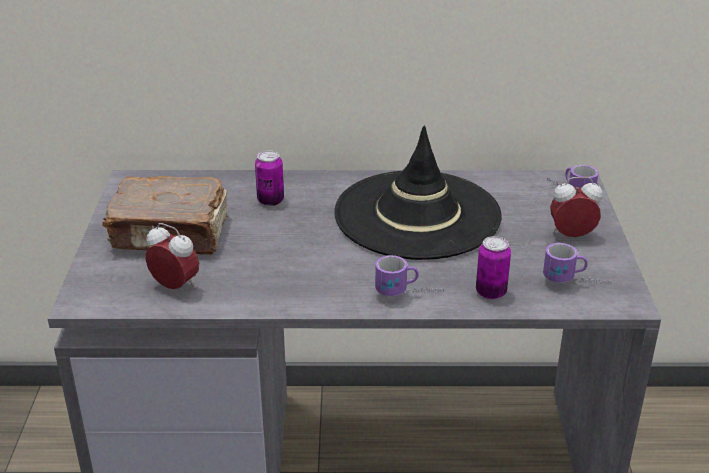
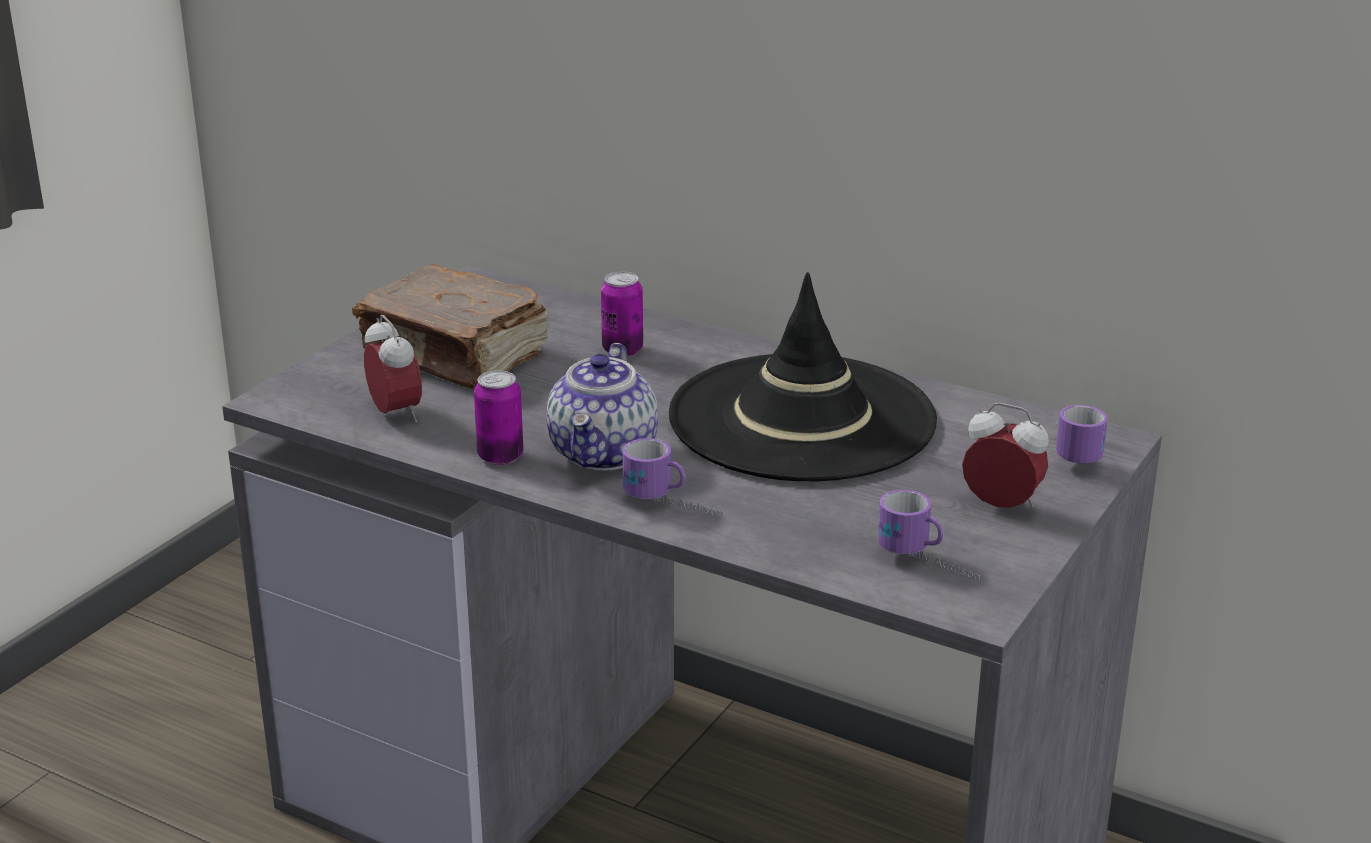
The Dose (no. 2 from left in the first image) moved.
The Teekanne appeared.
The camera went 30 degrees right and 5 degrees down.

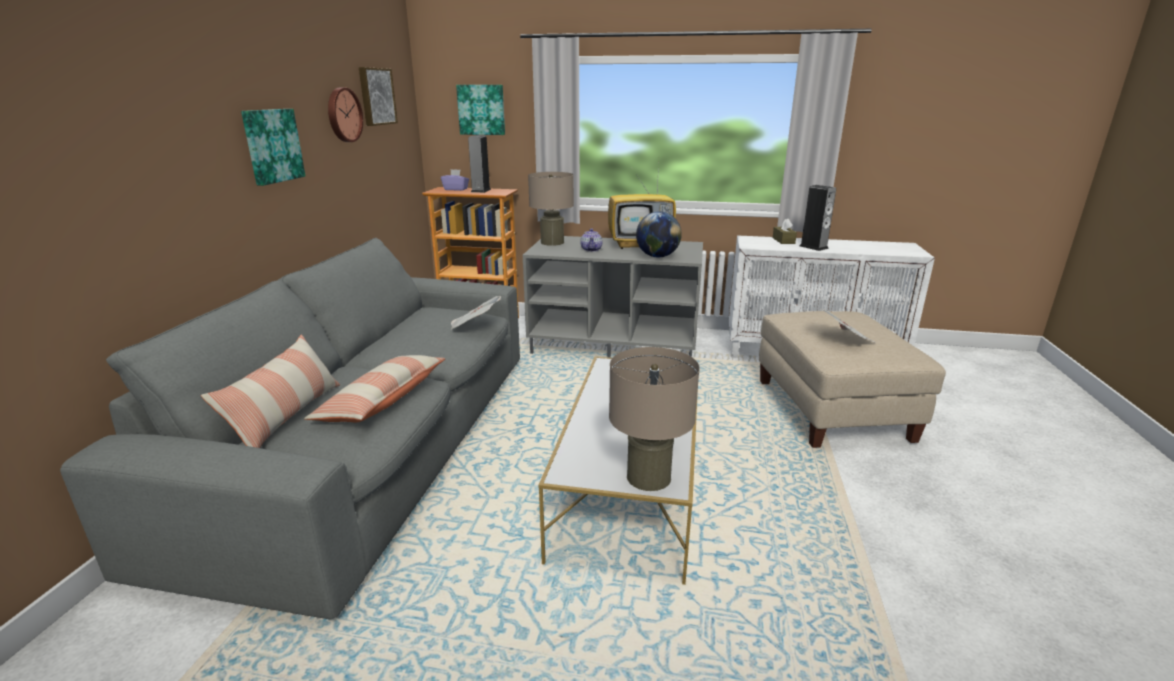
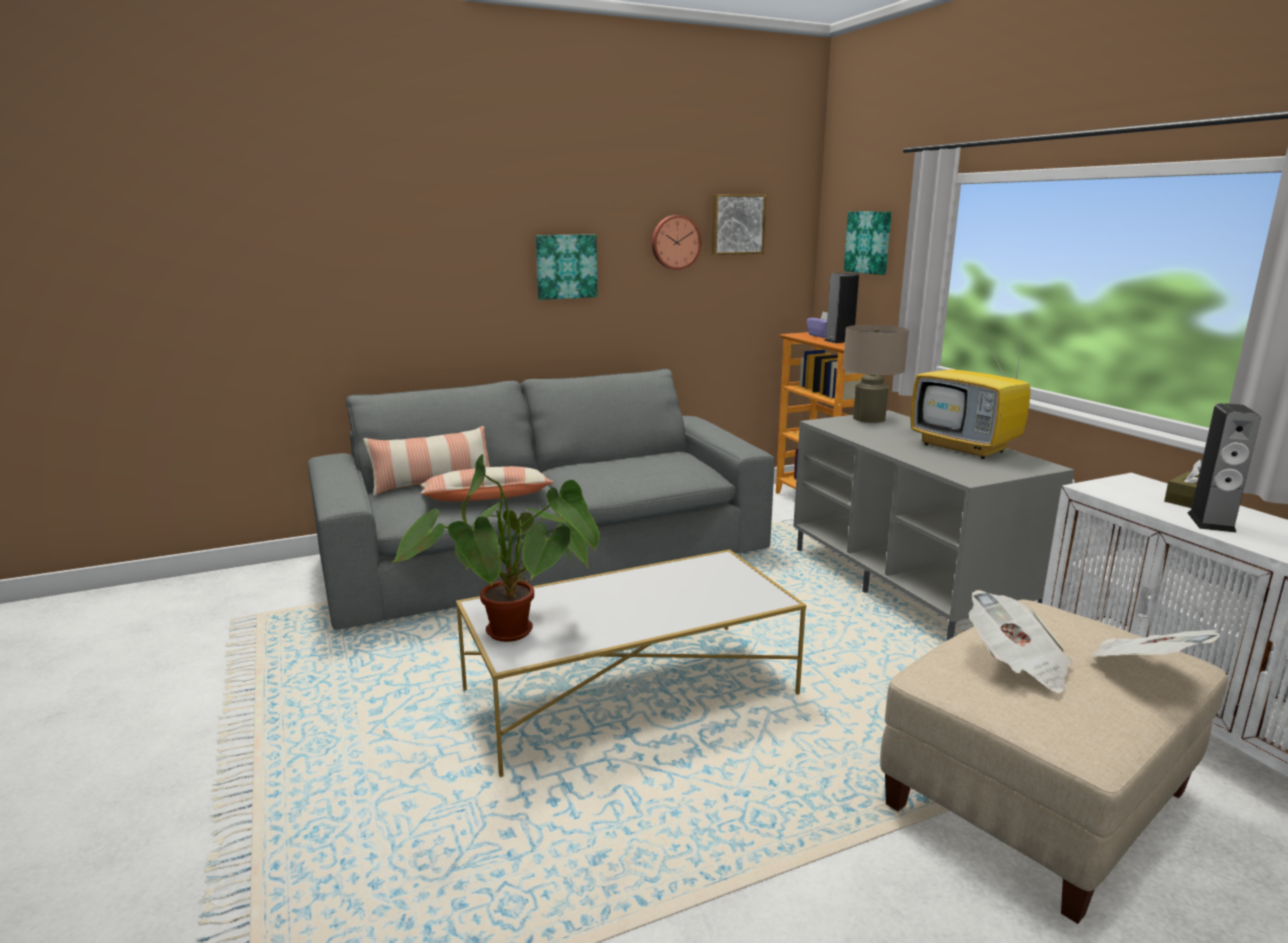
The Globus disappeared.
The Teekanne disappeared.
The Zeitung (no. 1 from left in the first image) moved.
The Tischlampe (beige) (no. 2 from left) was replaced by the Topfpflanze.
The camera went 55 degrees right and 5 degrees down.

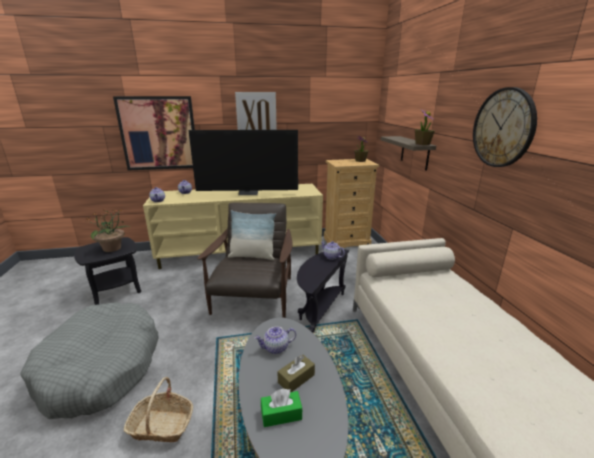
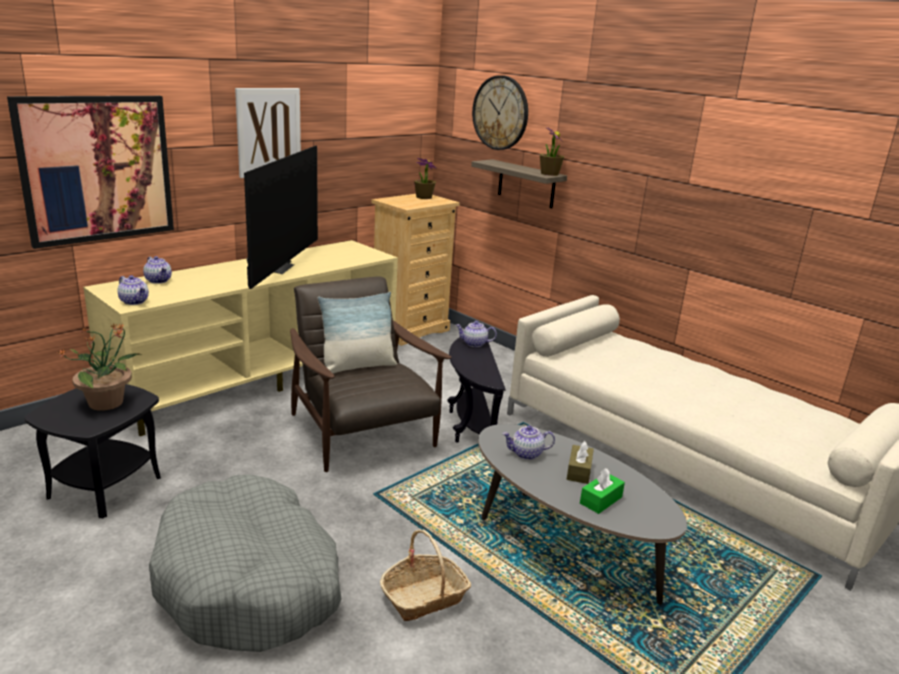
The Wanduhr moved.
The Fernseher turned 45 degrees counterclockwise.
The Teekanne (no. 3 from left in the first image) turned 45 degrees clockwise.
The camera went 35 degrees left and 0 degrees up.

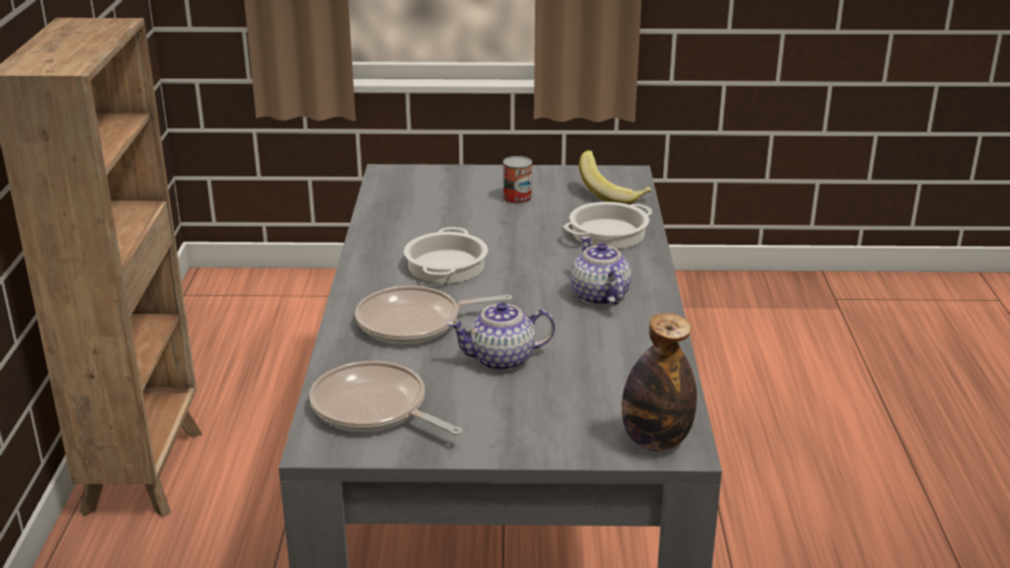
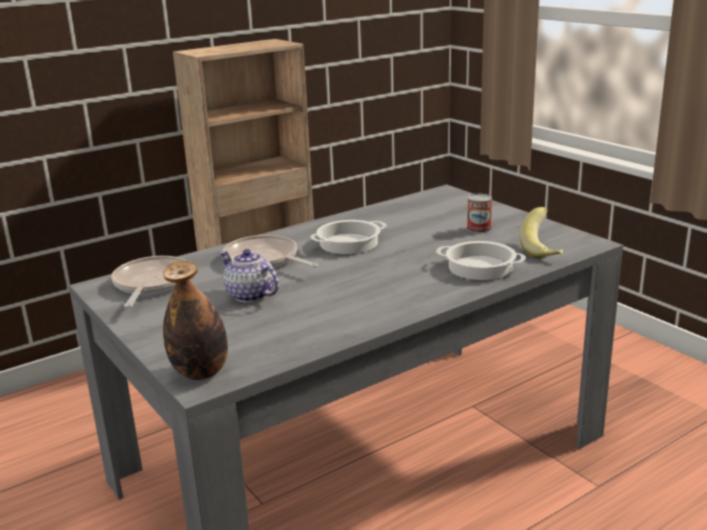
The Teekanne (no. 2 from left) disappeared.
The camera went 55 degrees right and 5 degrees down.

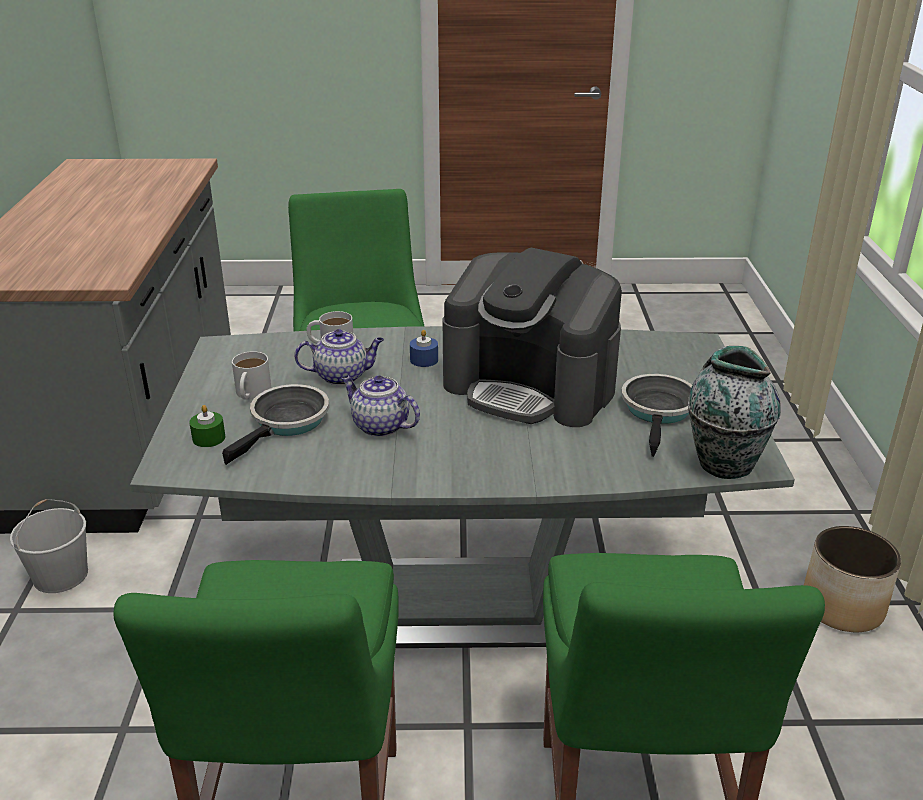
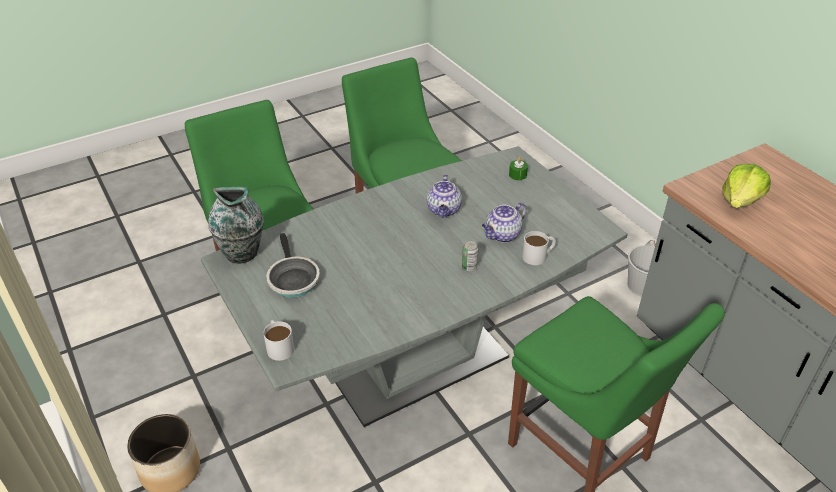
The Kaffeemaschine disappeared.
The Kerze (blau) was replaced by the Dose.
The Henkelbecher (weiß) (no. 1 from left) moved.
The Teekanne (no. 2 from left in the first image) turned 90 degrees clockwise.
The Pfanne (no. 1 from left) disappeared.
The Salatkopf appeared.
The camera went 150 degrees right and 10 degrees up.

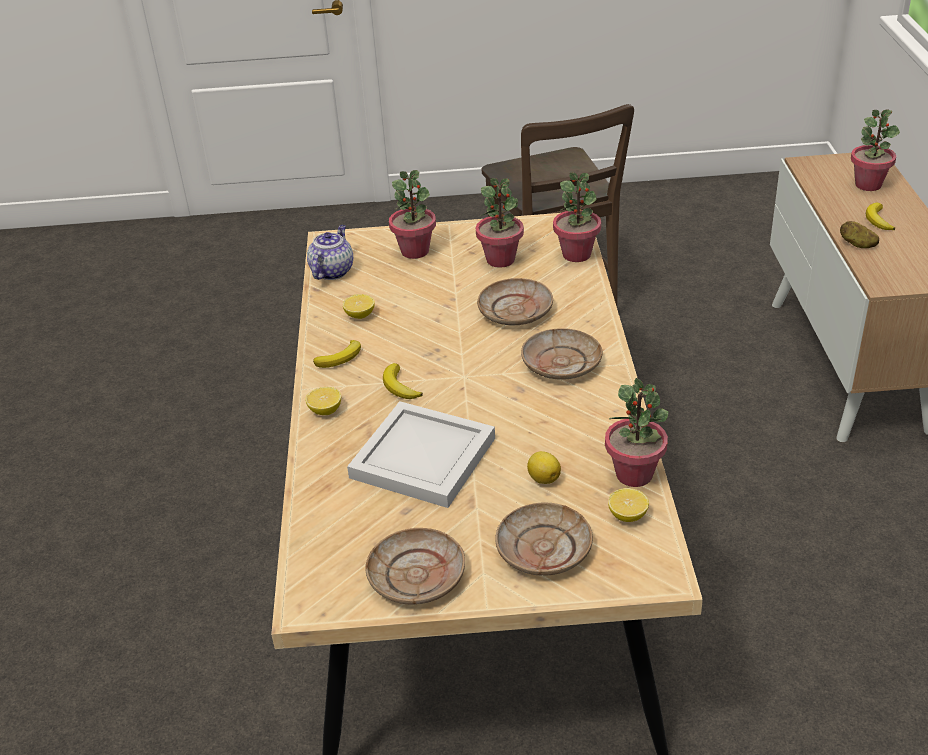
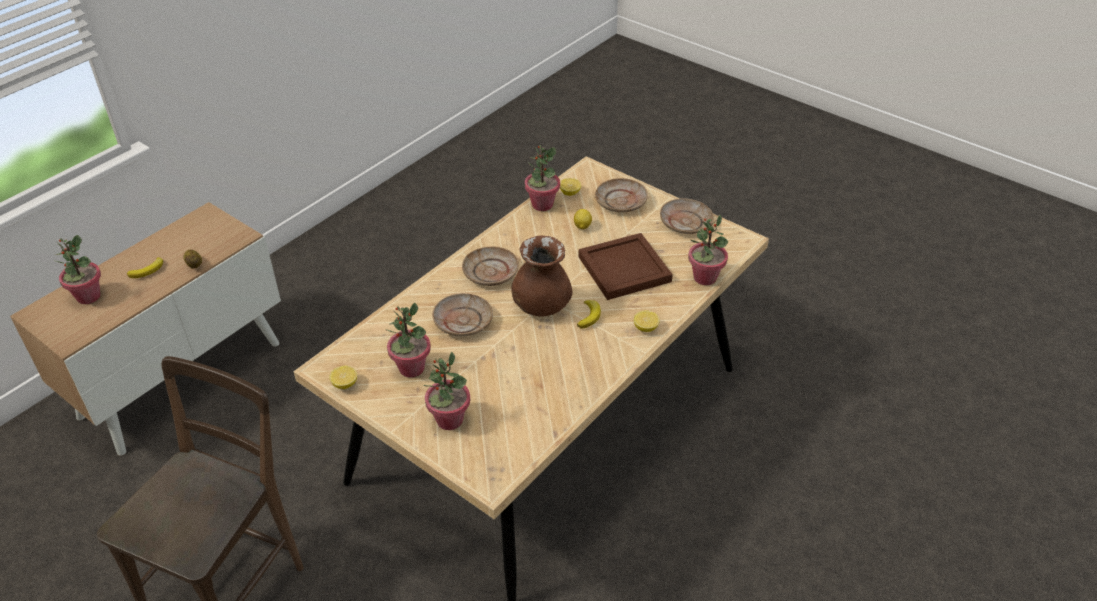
The Topfpflanze (no. 3 from left in the first image) moved.
The Teekanne disappeared.
The Zitrone (no. 2 from left in the first image) moved.
The Banane (no. 1 from left) disappeared.
The Tablett (weiß) became the Tablett (braun).
The Vase (braun) appeared.
The camera went 140 degrees left and 5 degrees up.

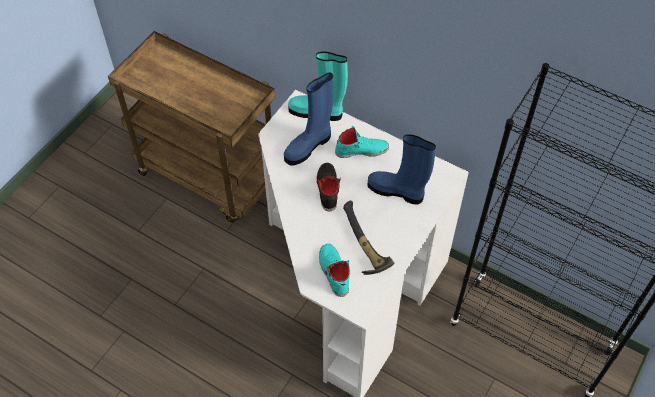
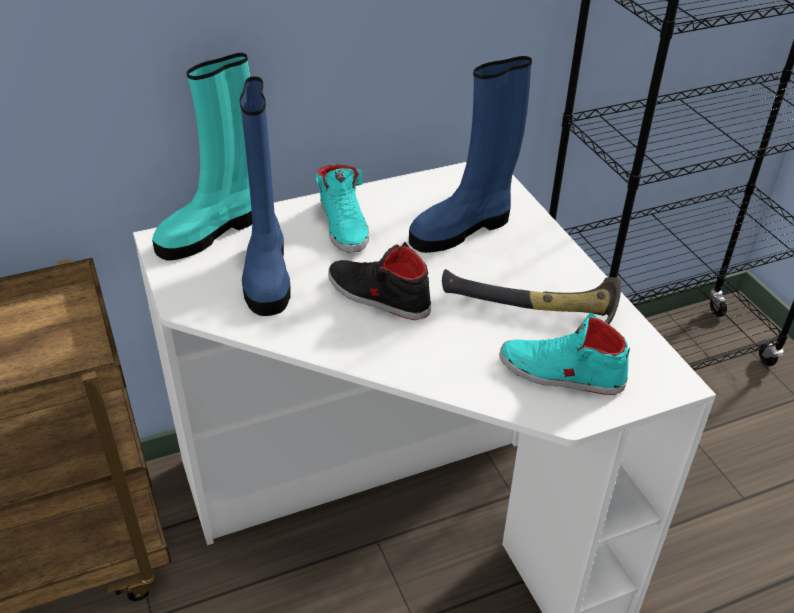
The Schuh (türkis) (no. 2 from left in the first image) turned 135 degrees clockwise.
The camera went 55 degrees left and 15 degrees down.

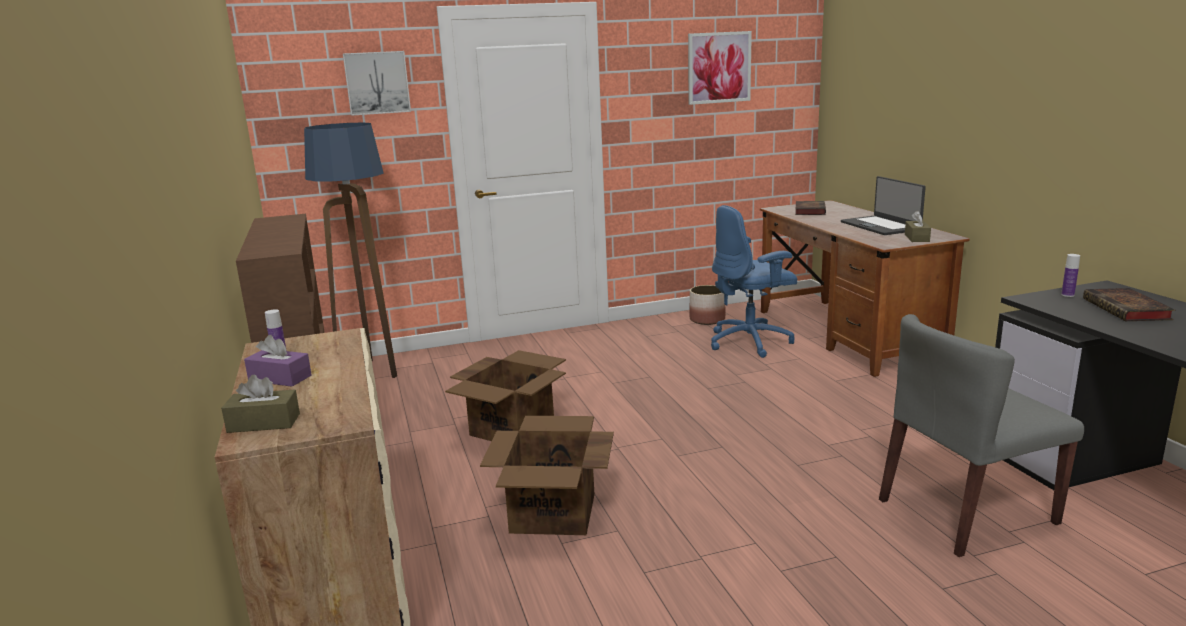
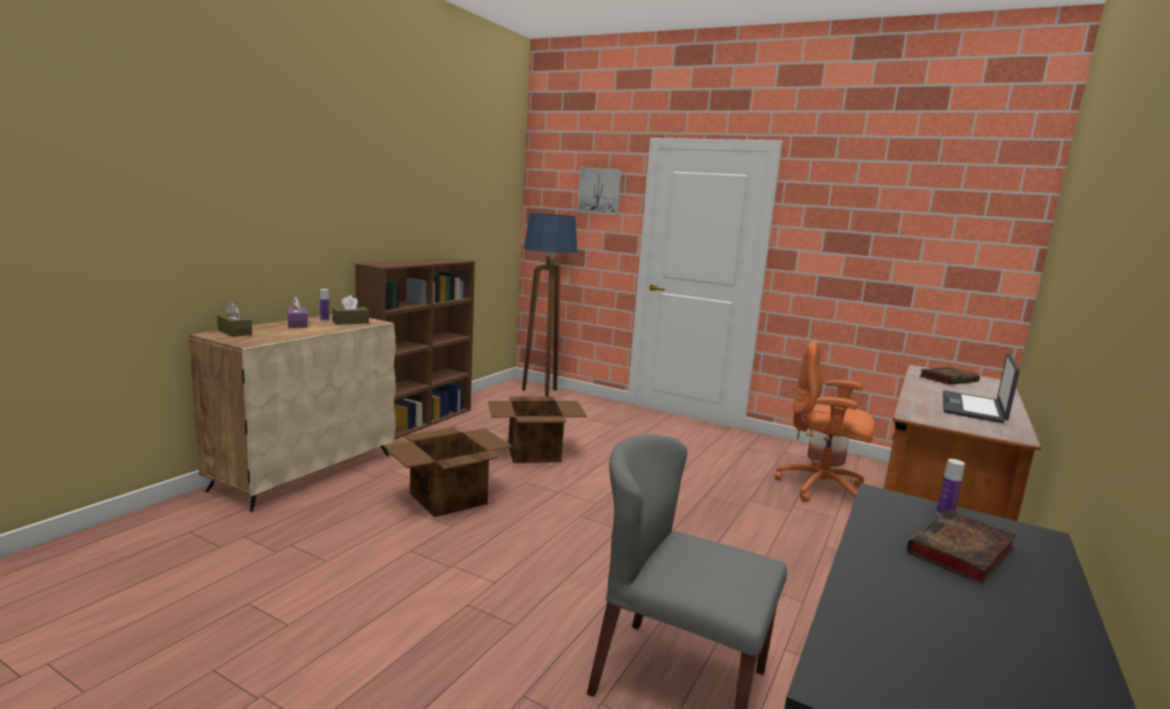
The Bild (no. 2 from left) disappeared.
The Bürostuhl (blau) became the Bürostuhl (orange).
The Taschentuchbox (braun) (no. 2 from left) moved.
The camera went 45 degrees right and 5 degrees down.

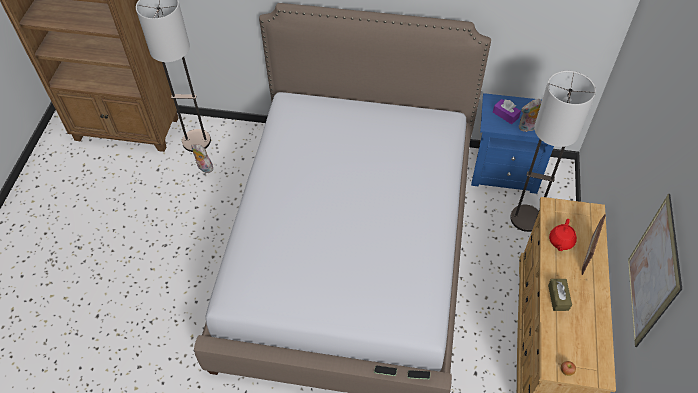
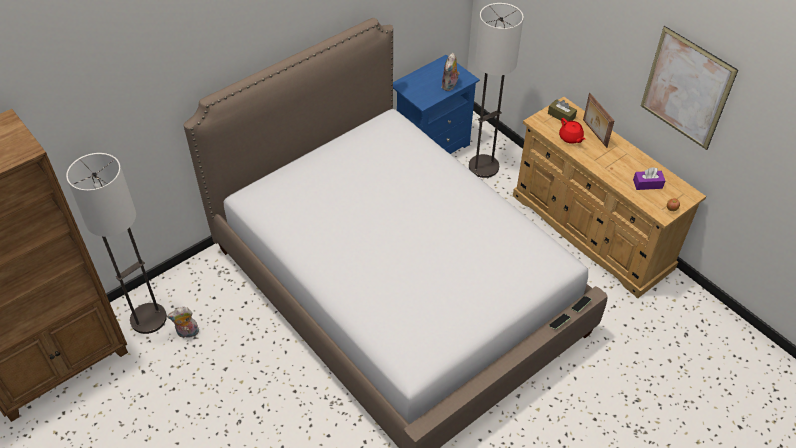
The Taschentuchbox (lila) moved.
The Taschentuchbox (braun) moved.
The camera went 50 degrees left and 5 degrees down.

